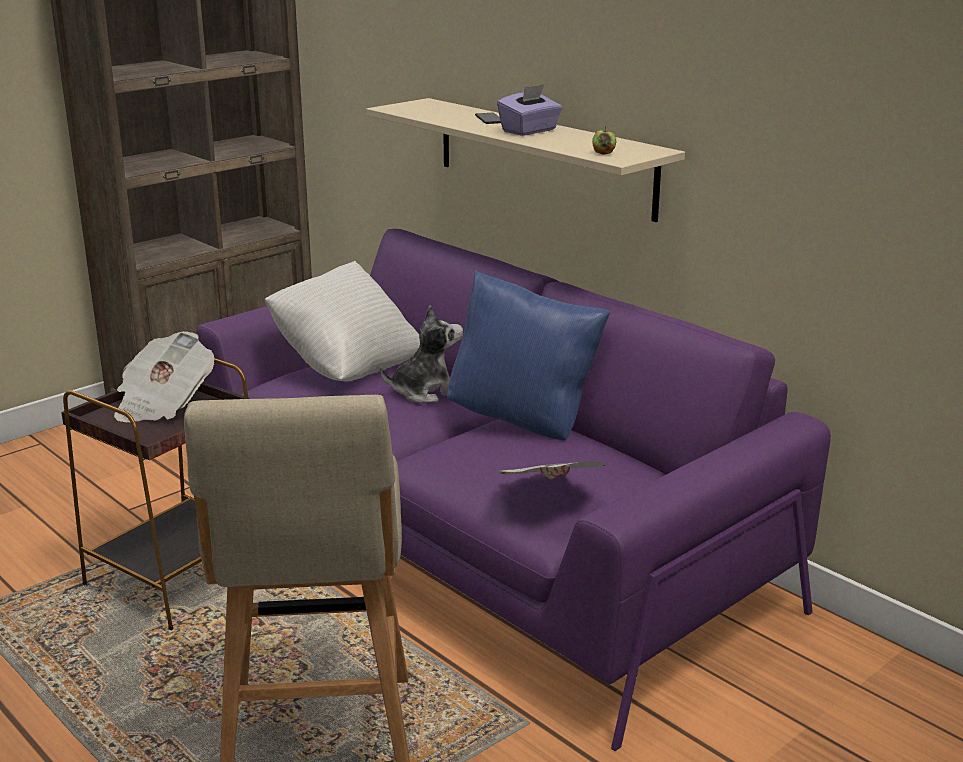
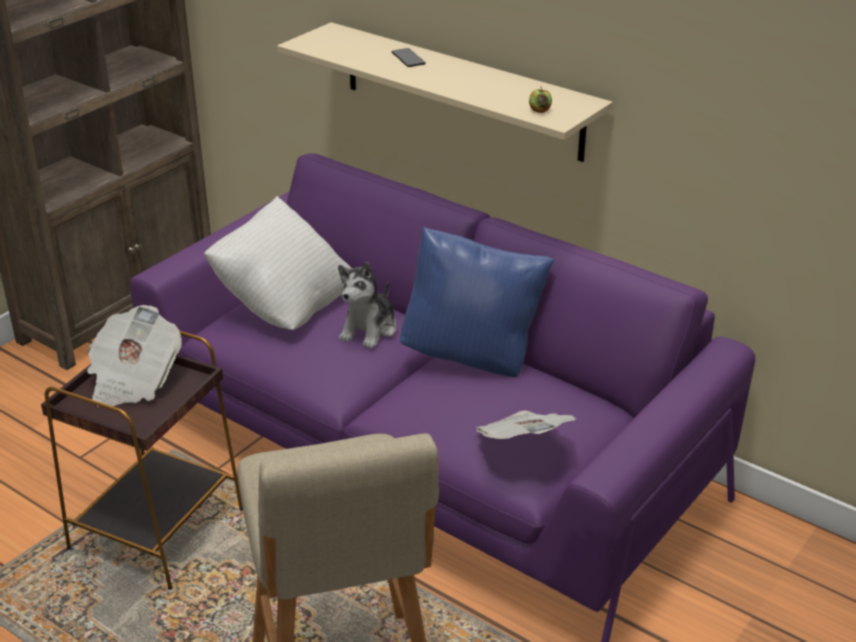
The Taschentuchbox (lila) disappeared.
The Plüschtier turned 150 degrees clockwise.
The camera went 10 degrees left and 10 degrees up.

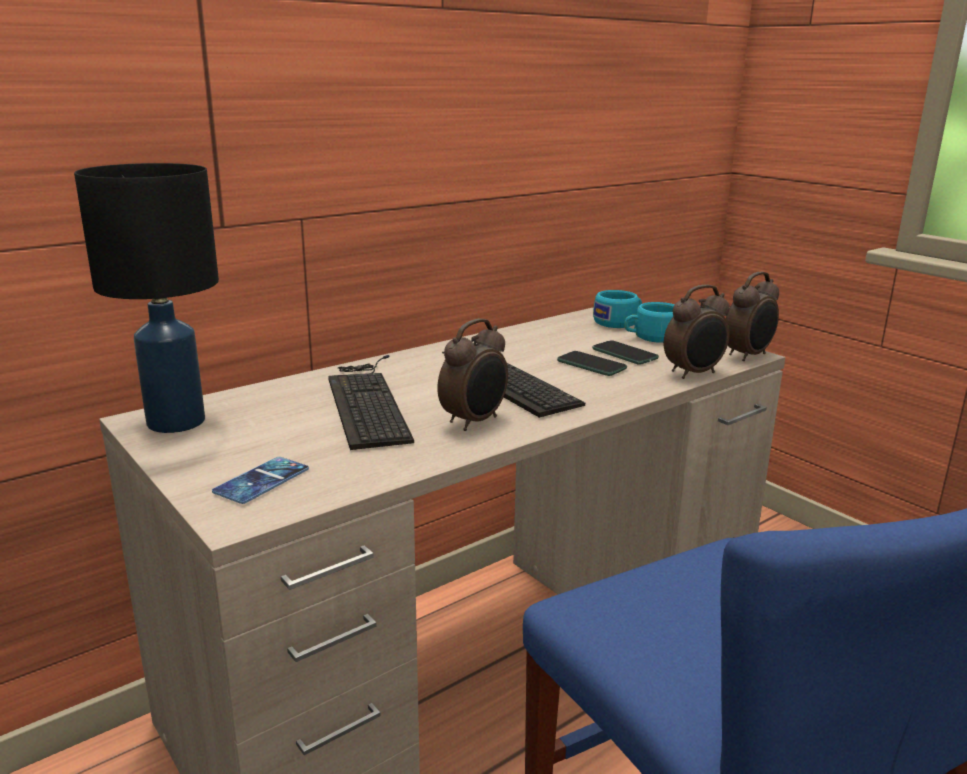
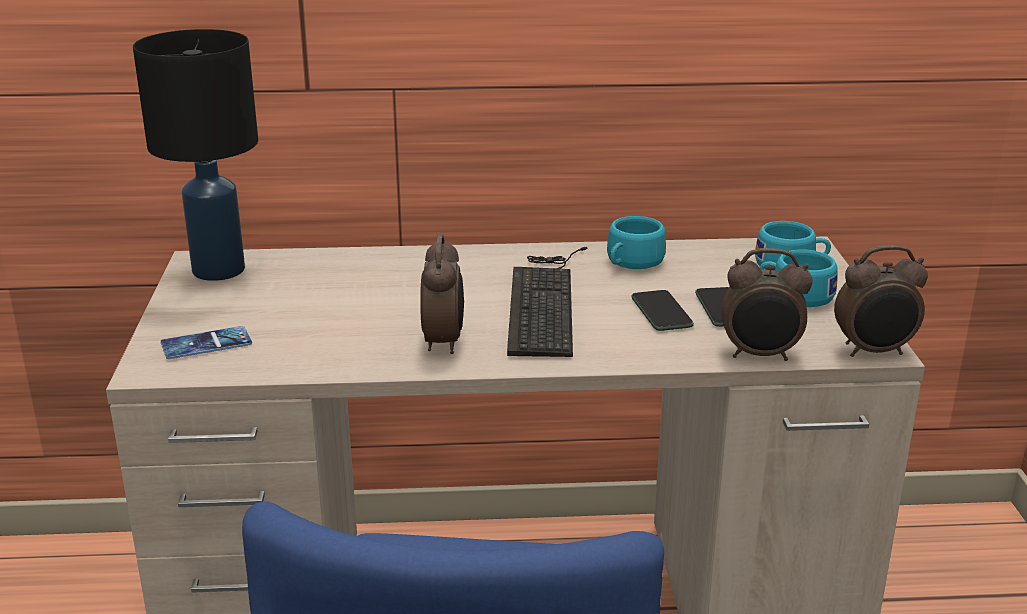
The Wecker (no. 1 from left) turned 75 degrees counterclockwise.
The Tastatur (no. 1 from left) disappeared.
The Tasse (türkis) (no. 1 from left) appeared.
The camera went 35 degrees right and 5 degrees up.

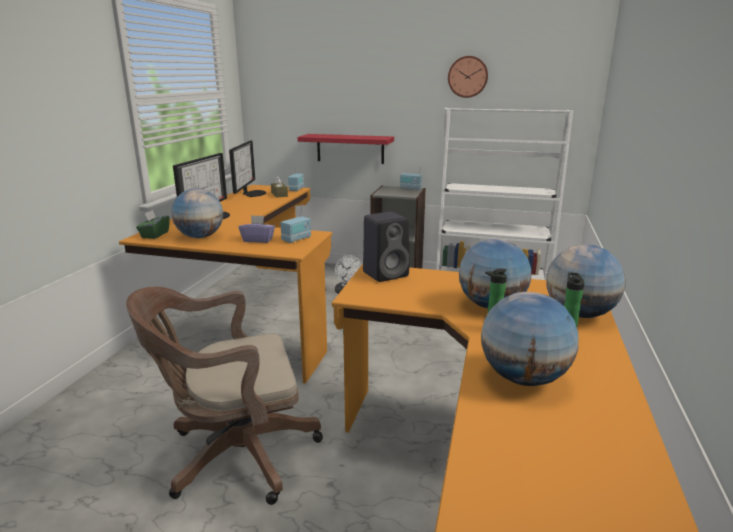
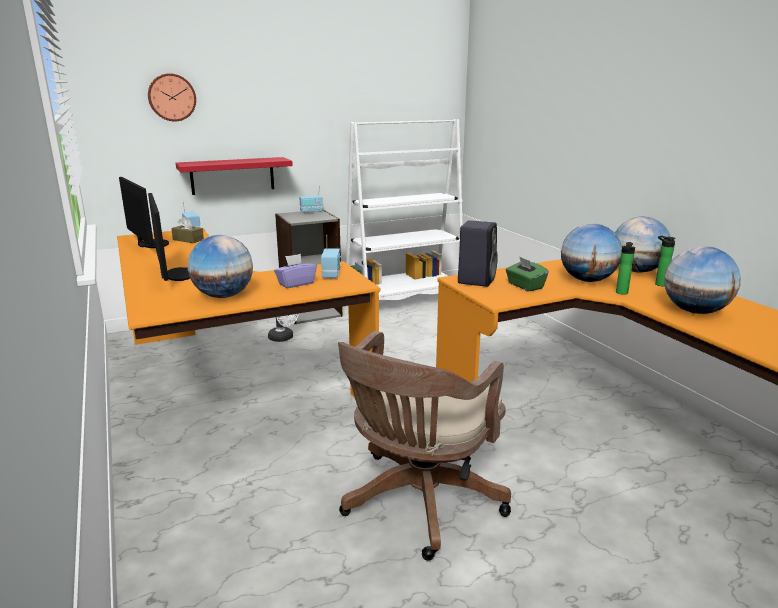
The Wanduhr moved.
The Taschentuchbox (grün) moved.
The camera went 40 degrees left and 0 degrees up.

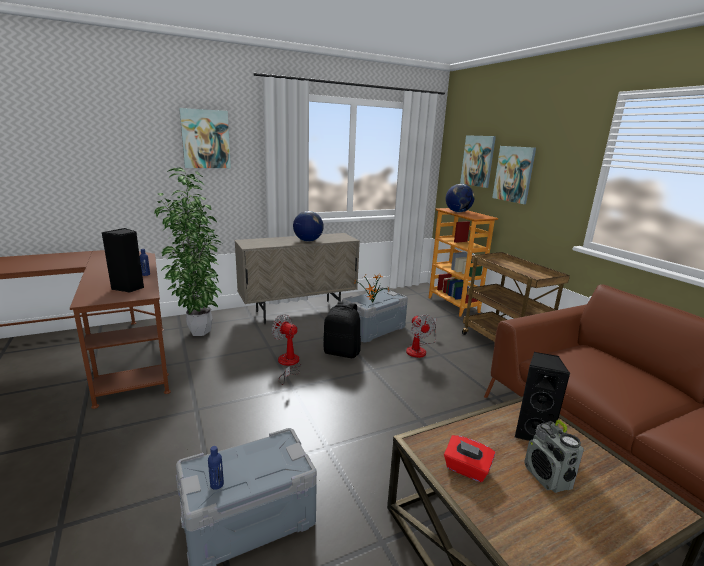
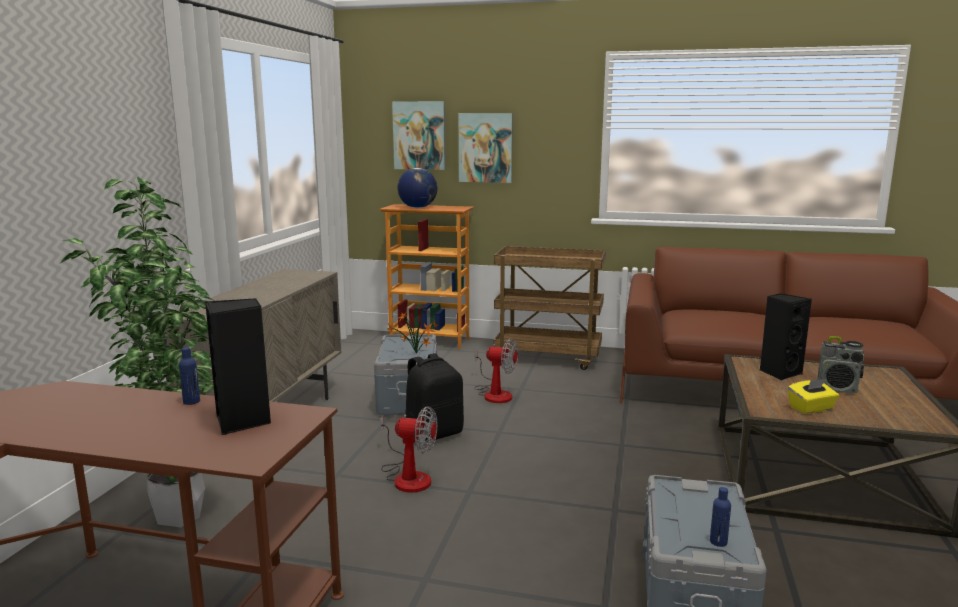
The Bild (no. 1 from left) disappeared.
The Globus (no. 1 from left) disappeared.
The Ventilator (no. 1 from left) turned 150 degrees counterclockwise.
The Taschentuchbox (rot) became the Taschentuchbox (gelb).
The camera went 50 degrees left and 5 degrees down.

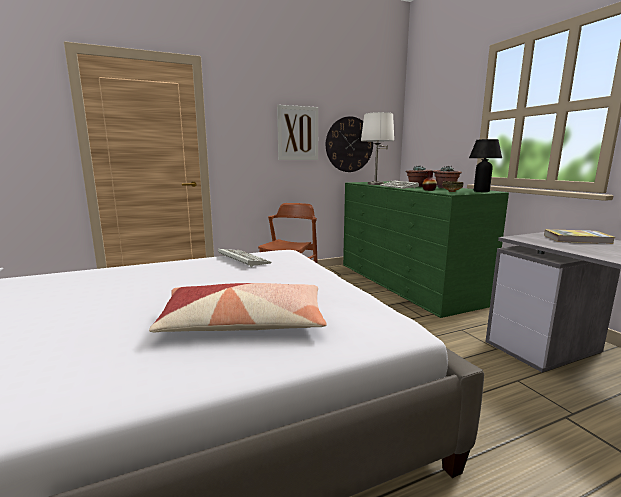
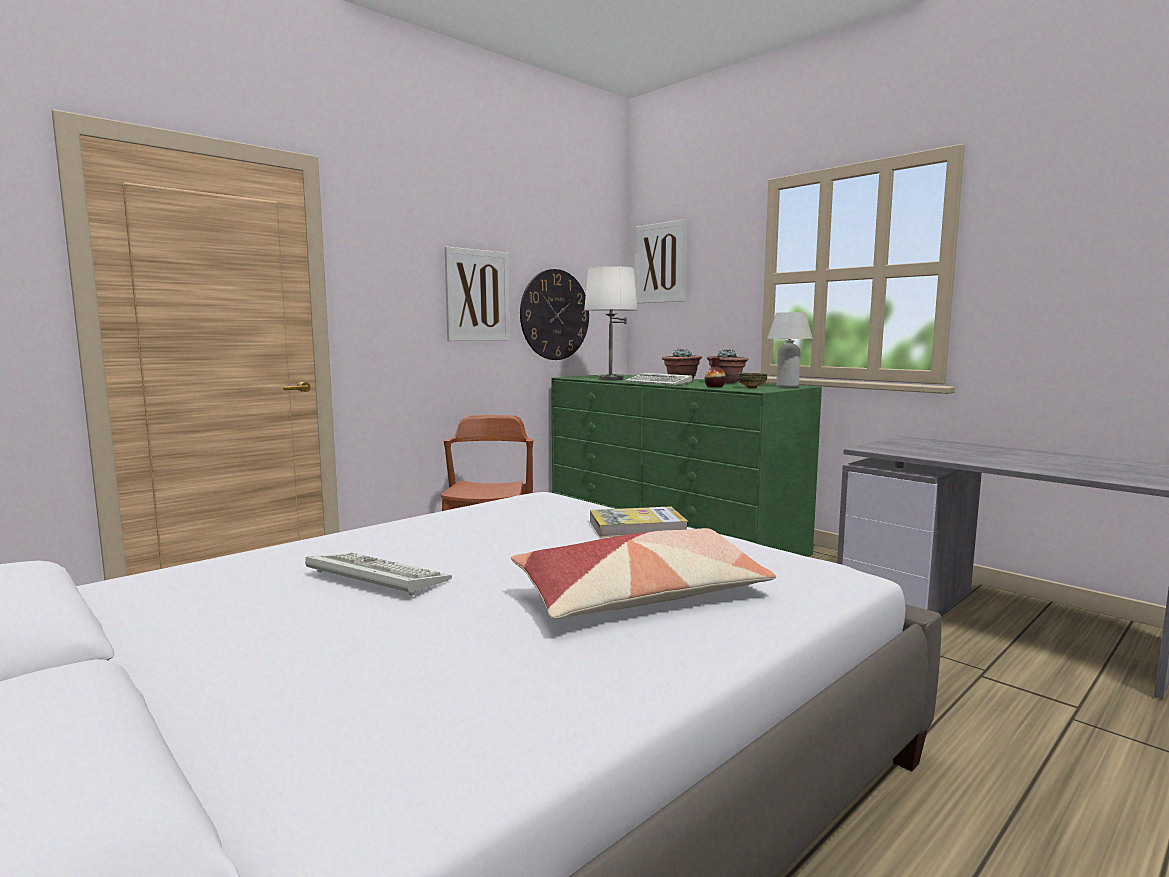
The Tischlampe (schwarz) became the Tischlampe (weiß) (no. 2 from left).
The Buch moved.
The Tastatur (no. 1 from left) moved.
The Bild (no. 2 from left) appeared.
The camera went 20 degrees left and 5 degrees down.

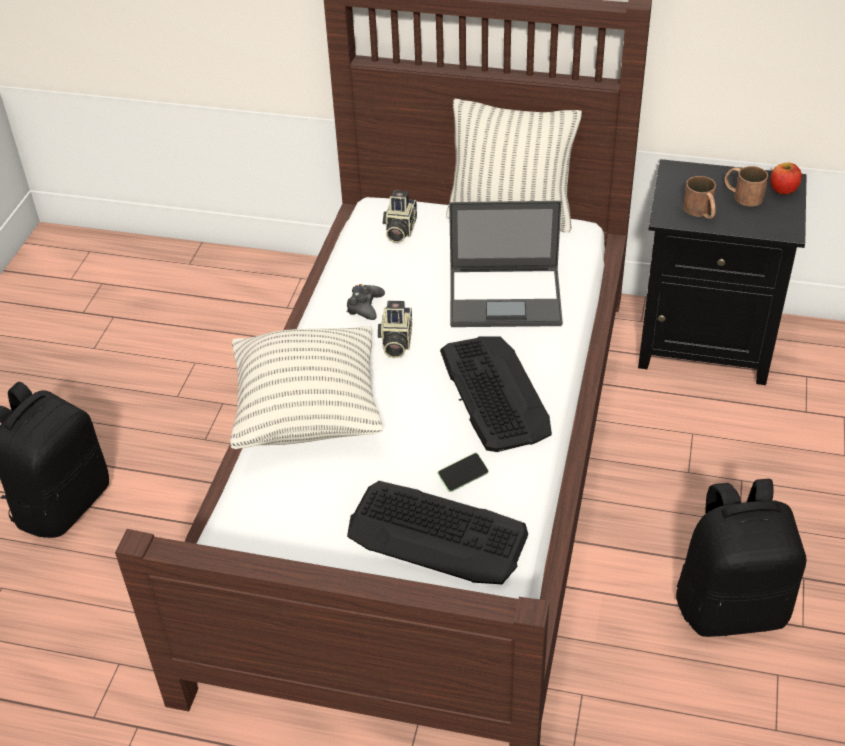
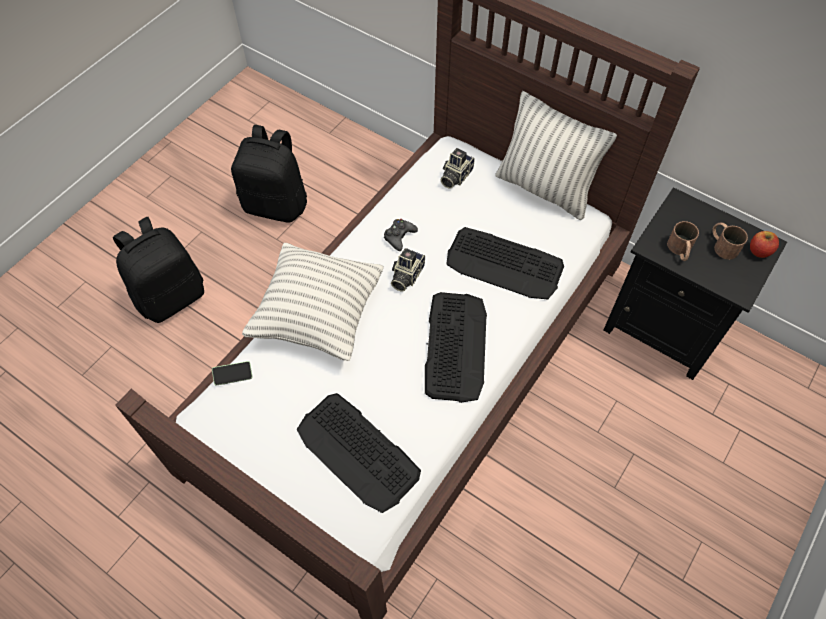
The Laptop was replaced by the Tastatur (no. 3 from left).
The Handy moved.
The Rucksack (schwarz) (no. 2 from left) moved.
The camera went 20 degrees right and 15 degrees up.

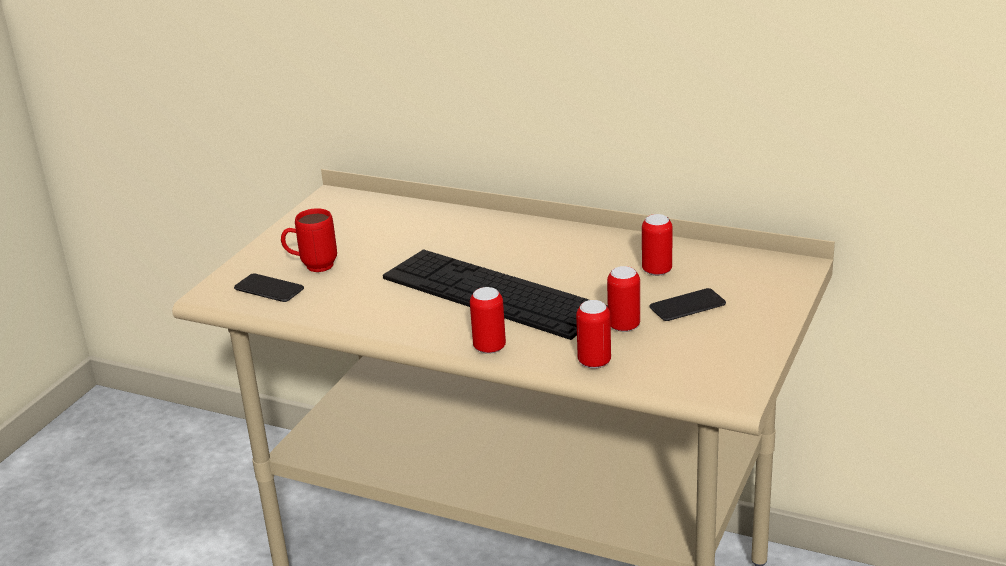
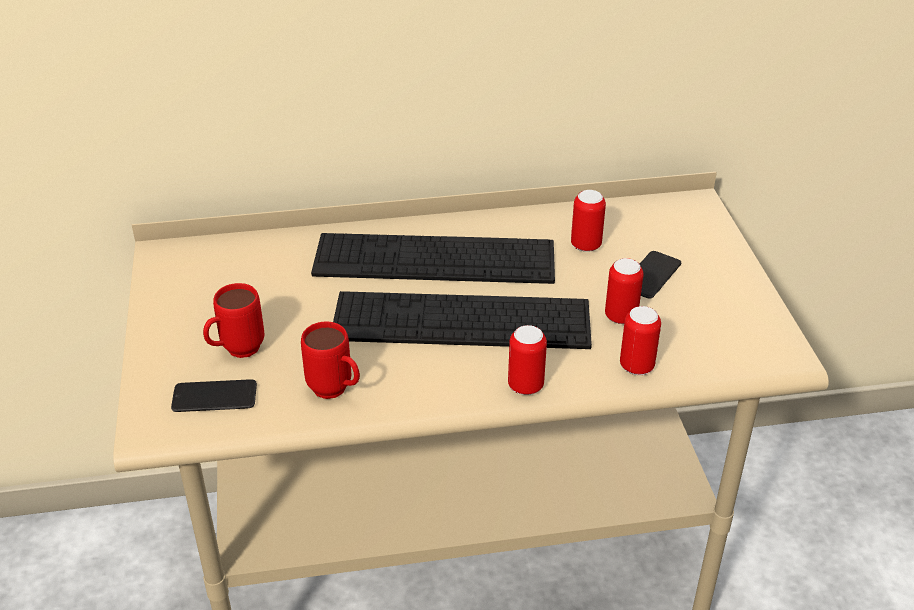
The Tastatur (no. 1 from left) appeared.
The Henkelbecher (rot) (no. 2 from left) appeared.
The camera went 35 degrees left and 10 degrees up.

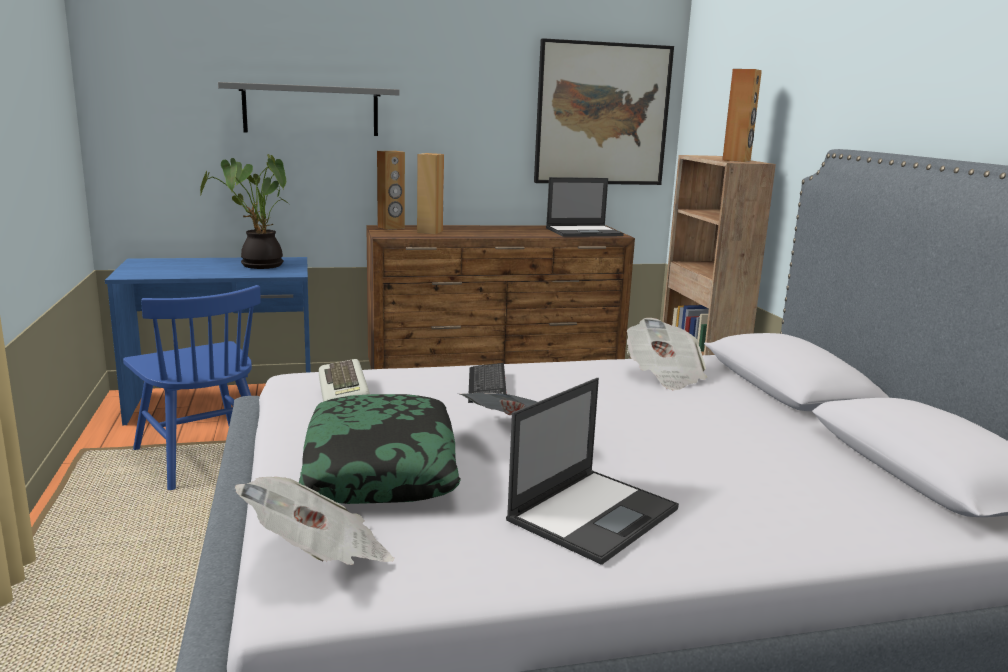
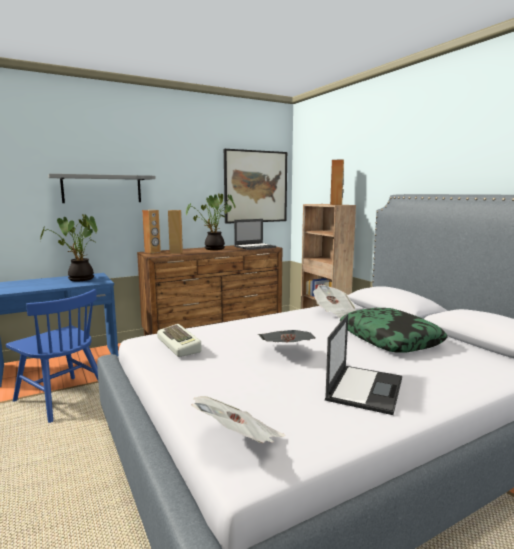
The Tastatur (no. 2 from left) disappeared.
The Kissen moved.
The Topfpflanze (no. 2 from left) appeared.
The camera went 15 degrees left and 5 degrees down.

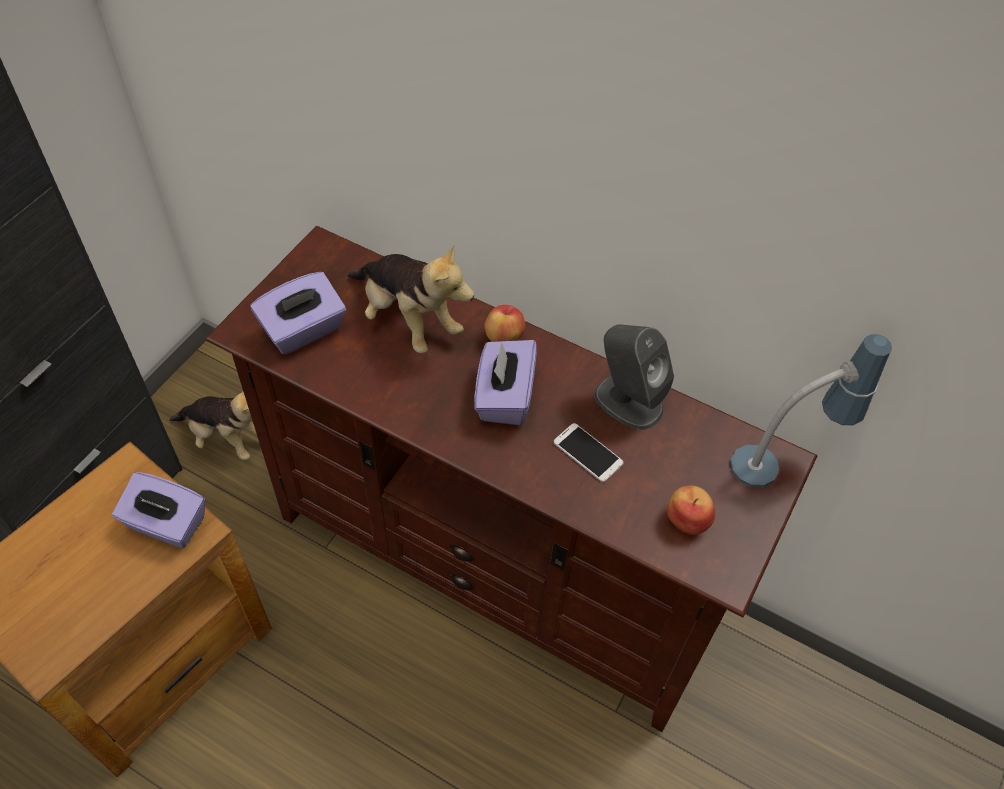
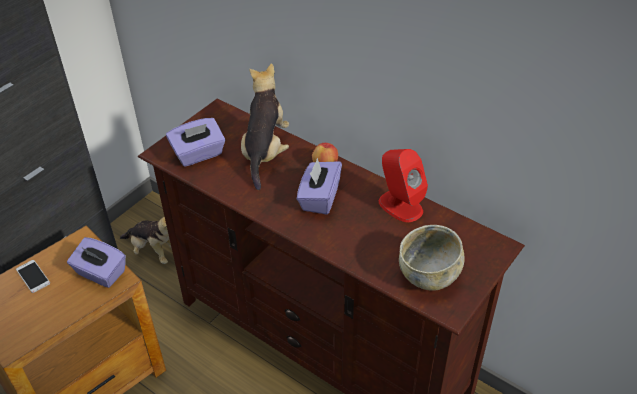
The Plüschtier (no. 2 from left) turned 135 degrees counterclockwise.
The Lautsprecher (grau) became the Lautsprecher (rot).
The Tischlampe disappeared.
The Handy moved.
The Apfel (no. 2 from left) was replaced by the Schüssel (beige).
The camera went 10 degrees right and 10 degrees down.

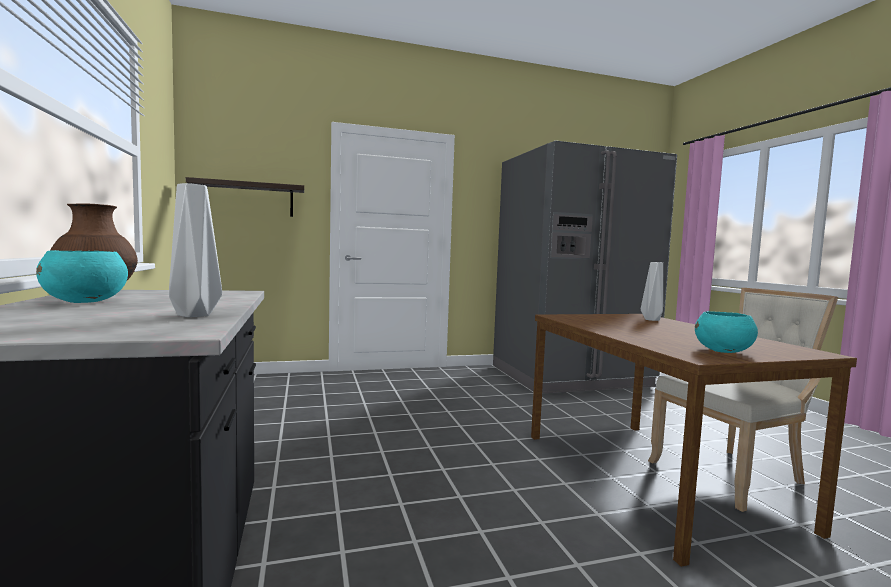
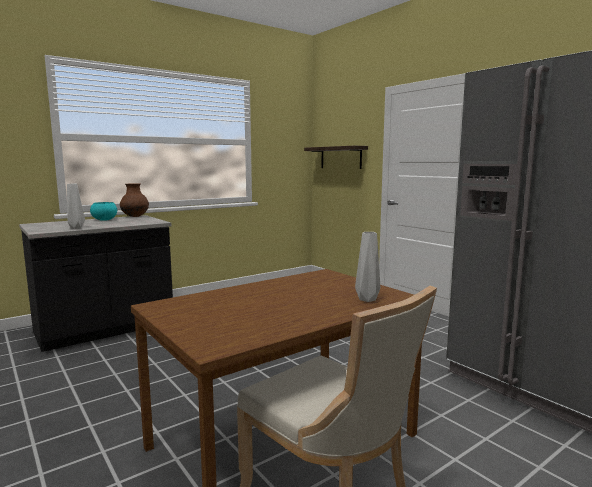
The Schüssel (türkis) (no. 2 from left) disappeared.
The camera went 70 degrees right and 5 degrees up.

